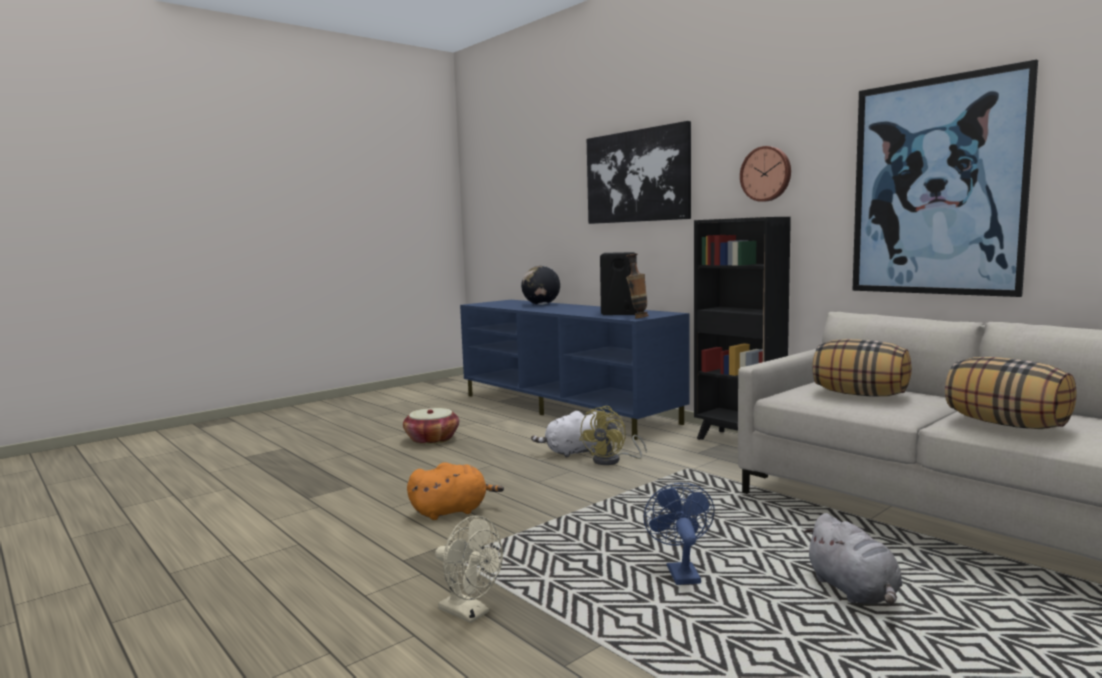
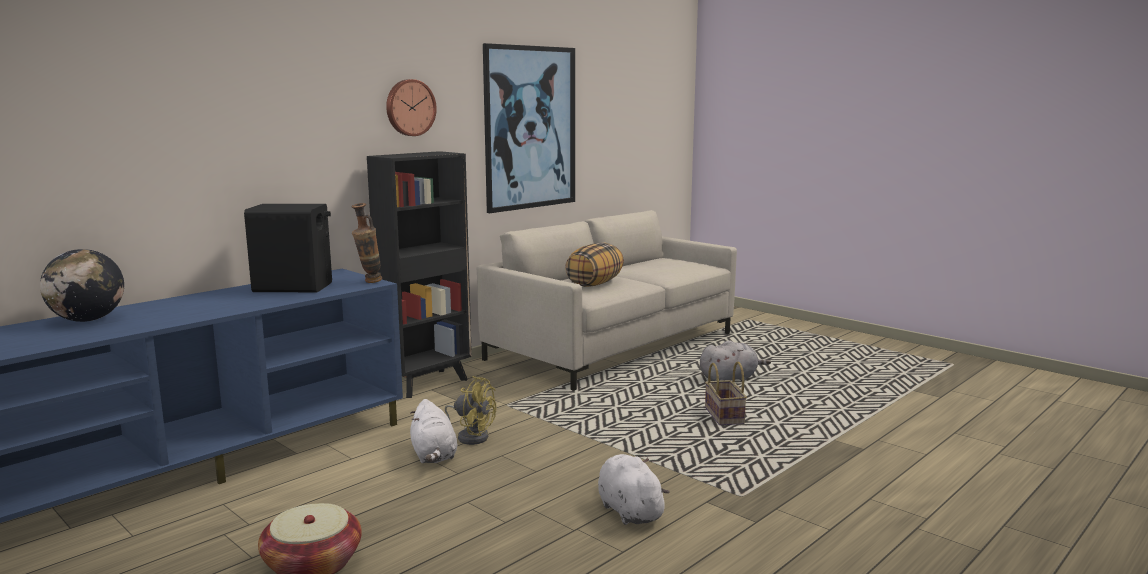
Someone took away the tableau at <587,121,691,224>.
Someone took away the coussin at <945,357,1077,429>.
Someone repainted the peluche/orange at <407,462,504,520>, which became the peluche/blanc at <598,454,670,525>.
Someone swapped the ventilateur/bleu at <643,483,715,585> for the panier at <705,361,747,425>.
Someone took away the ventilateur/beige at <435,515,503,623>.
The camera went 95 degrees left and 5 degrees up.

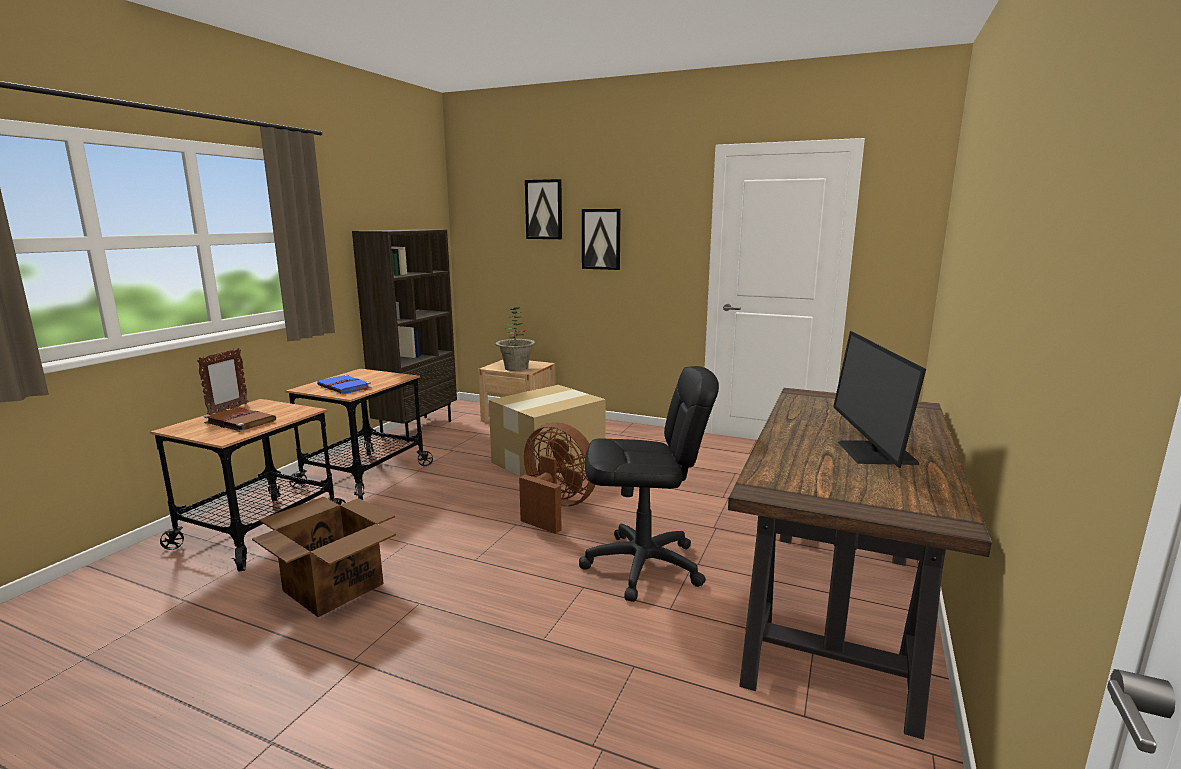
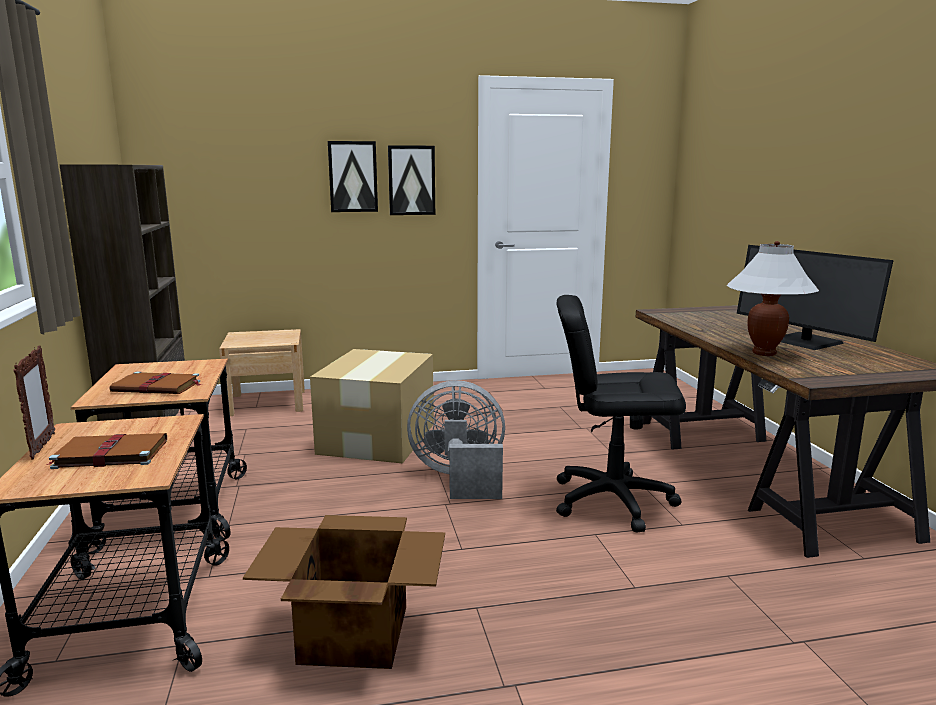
Someone carried the tableau from <525,179,562,239> to <388,145,435,215>.
Someone took away the plante en pot at <496,307,536,371>.
Someone rotated the chaise de bureau/noir at <579,366,719,602> by 135 degrees counterclockwise.
Someone repainted the livre/bleu at <317,375,371,394>, which became the livre/marron at <110,371,201,394>.
Someone repainted the ventilateur/marron at <519,423,596,534>, which became the ventilateur/gris at <407,380,505,499>.
Someone put down the lampe de table/blanc at <727,241,819,356>.
The camera went 35 degrees left and 0 degrees up.

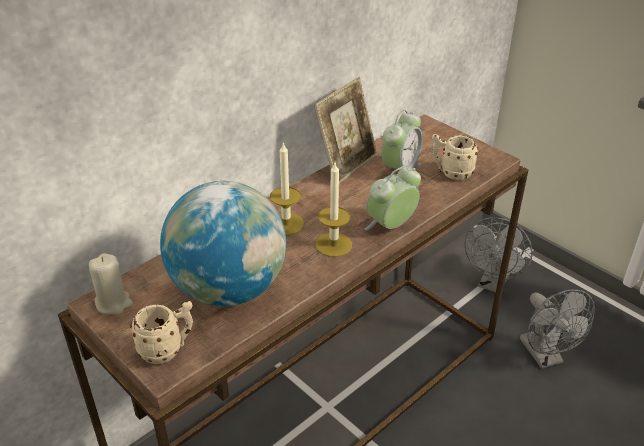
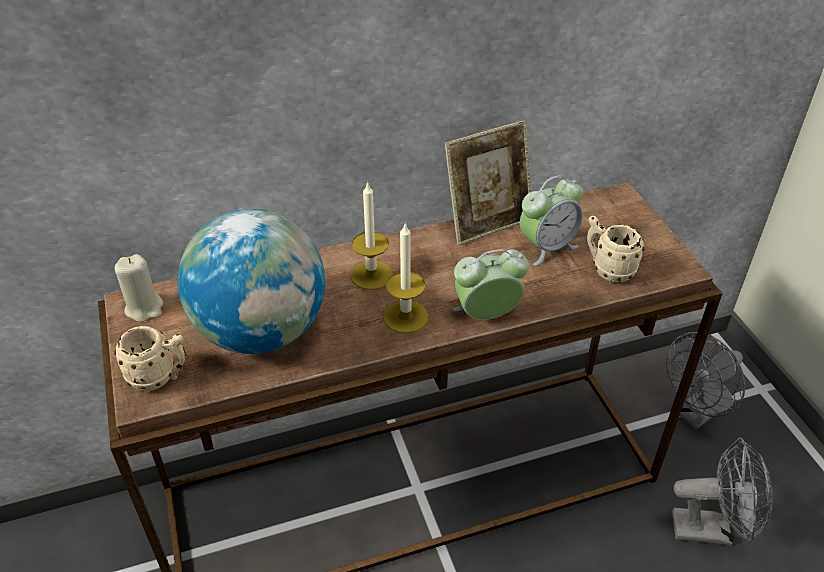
Someone rotated the ventilateur/gris at <520,290,595,369> by 90 degrees counterclockwise.
The camera went 25 degrees right and 5 degrees up.

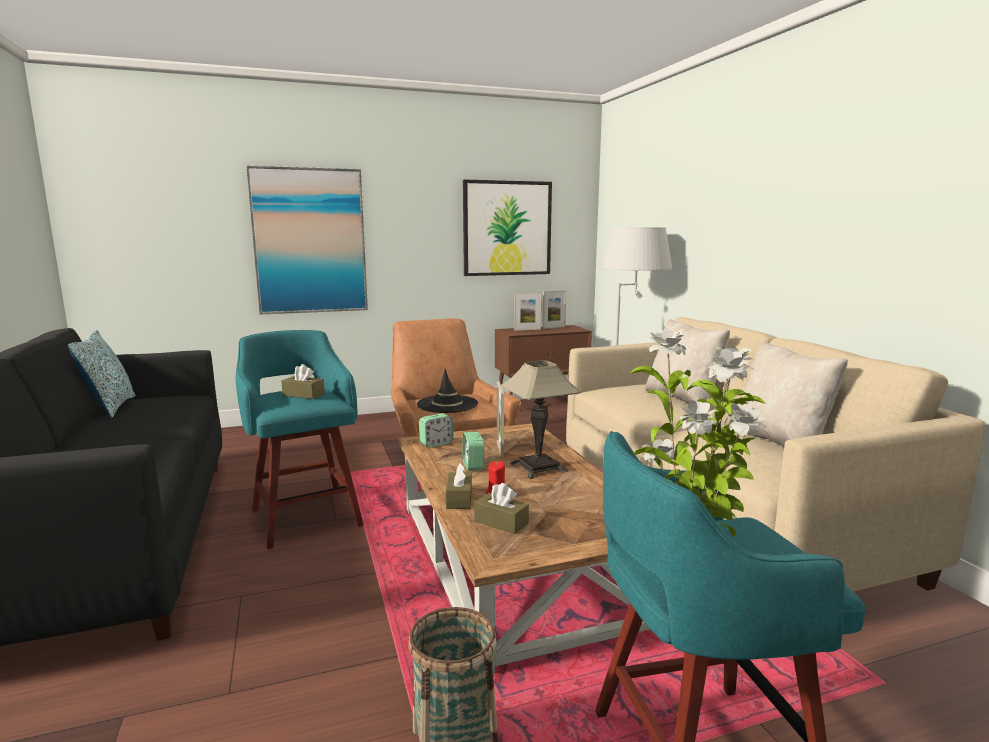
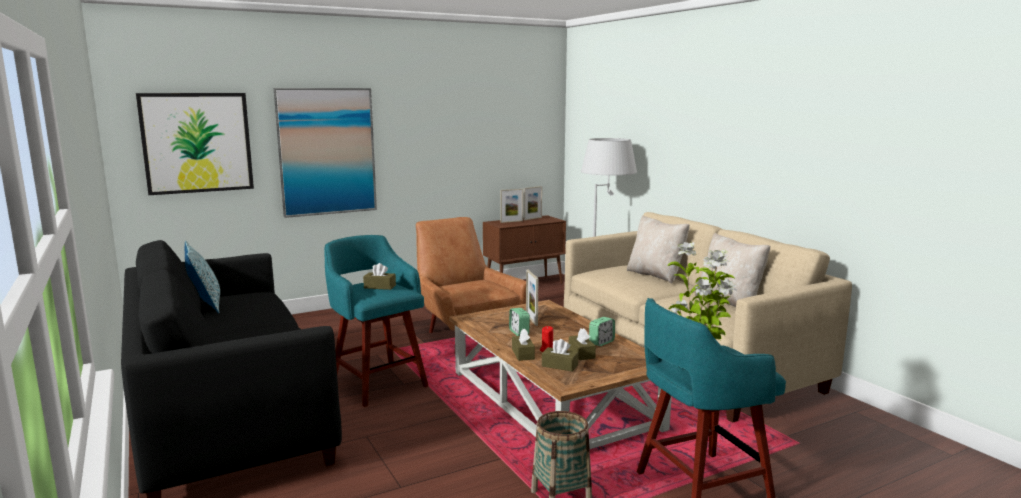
Someone carried the tableau from <463,180,552,276> to <136,93,254,195>.
Someone took away the lampe de table at <500,360,581,479>.
Someone took away the chapeau/noir at <417,369,478,413>.
Someone carried the réveil from <419,413,453,447> to <589,317,615,346>.
Someone put down the boîte à mouchoirs/marron at <569,328,596,360>.
The camera went 10 degrees left and 0 degrees up.

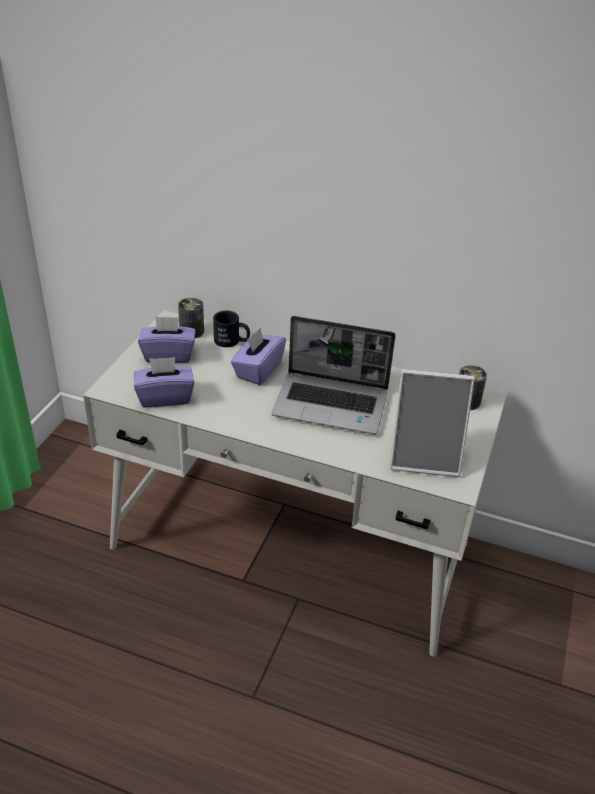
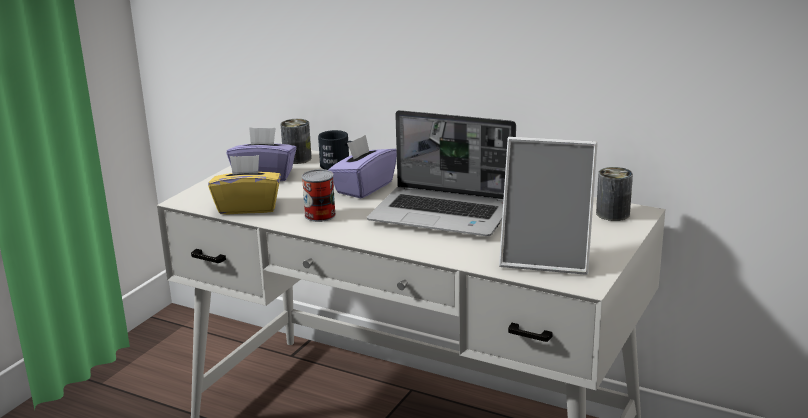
Someone repainted the boîte à mouchoirs/violet at <134,357,194,408>, which became the boîte à mouchoirs/jaune at <208,155,281,214>.
Someone put down the boîte métallique at <302,169,336,222>.
The camera went 10 degrees right and 15 degrees down.

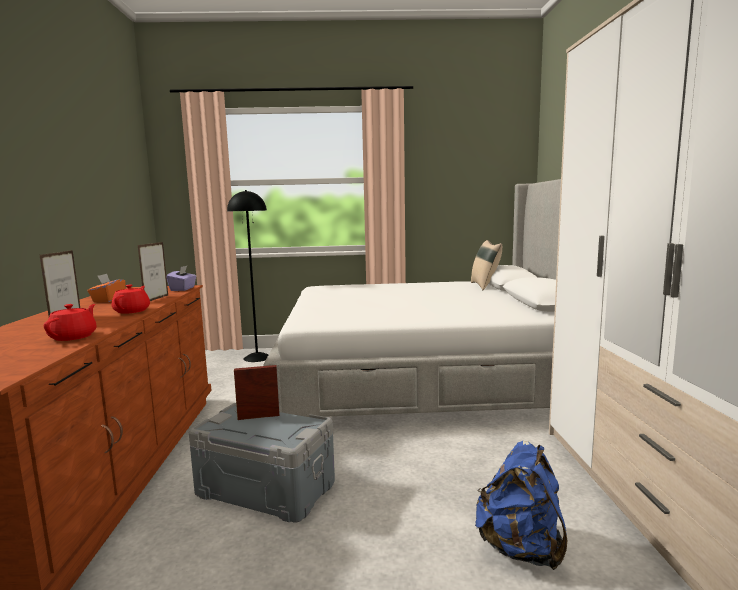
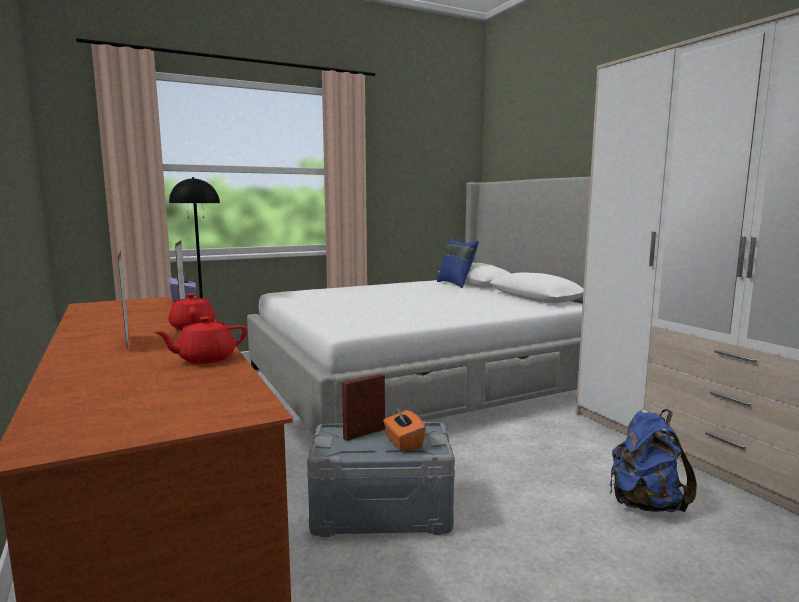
Someone repainted the coussin/beige at <471,240,502,290>, which became the coussin/bleu at <437,238,479,288>.
Someone carried the boîte à mouchoirs/orange from <87,274,126,302> to <383,408,426,451>.
Someone rotated the théière/rouge at <44,304,97,341> by 105 degrees counterclockwise.
The camera went 25 degrees left and 0 degrees up.

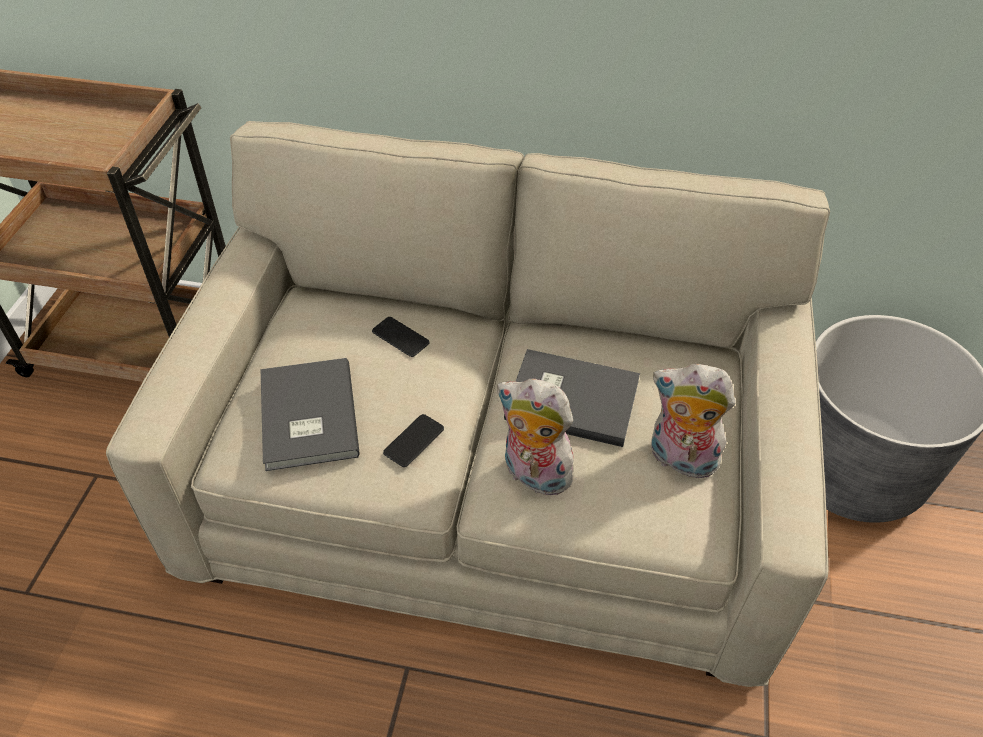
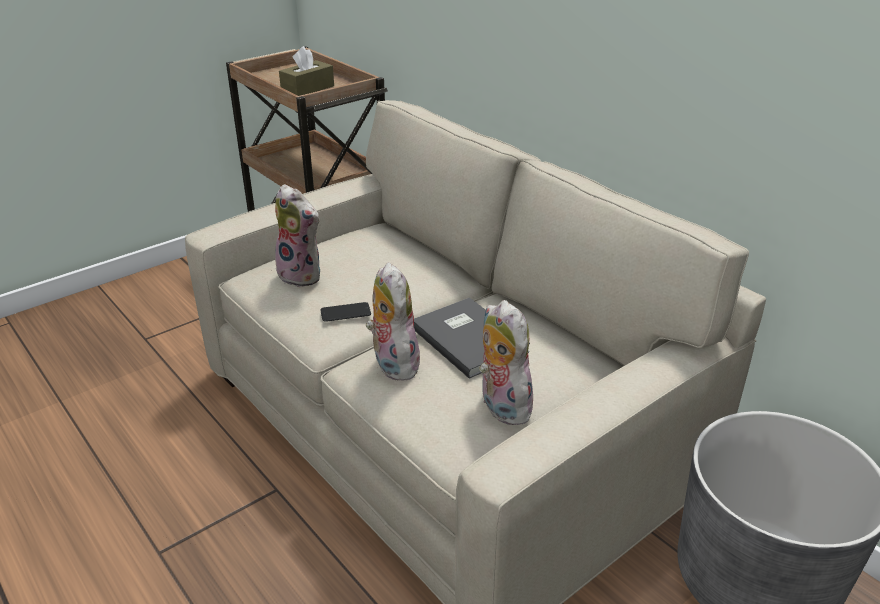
Someone took away the téléphone at <372,317,430,357>.
Someone swapped the livre/gris at <260,358,360,471> for the peluche at <275,184,321,287>.
Someone put down the boîte à mouchoirs/marron at <279,46,334,96>.
The camera went 40 degrees right and 15 degrees down.

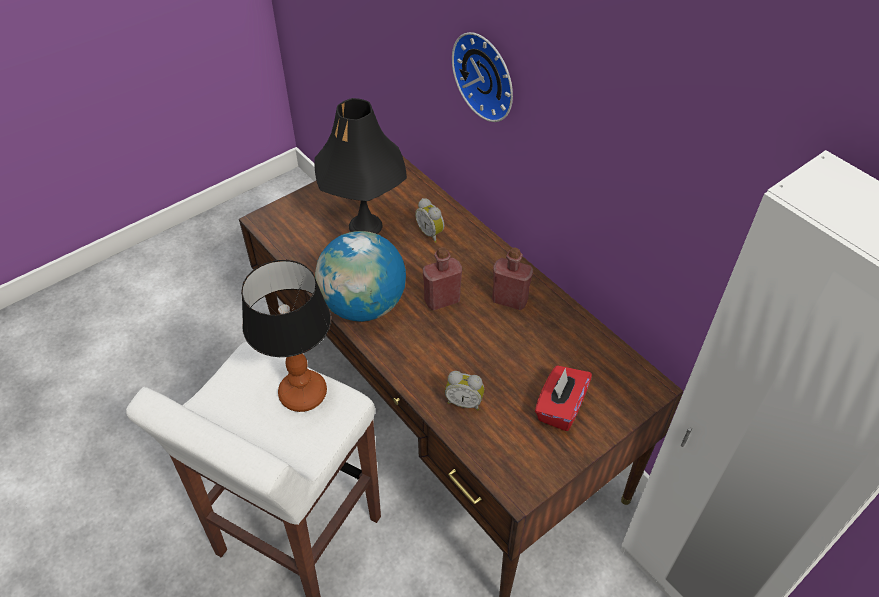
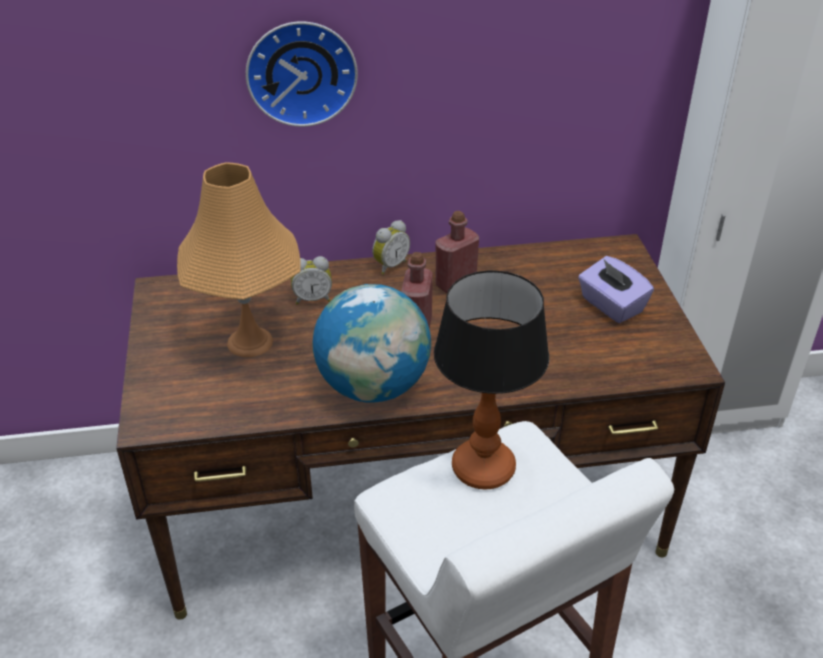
Someone repainted the lampe de table/noir at <314,98,407,234>, which became the lampe de table/orange at <177,162,301,357>.
Someone repainted the boîte à mouchoirs/rouge at <535,365,592,431>, which became the boîte à mouchoirs/violet at <578,256,654,323>.
Someone carried the réveil from <445,371,484,411> to <372,220,410,275>.
The camera went 60 degrees left and 10 degrees down.

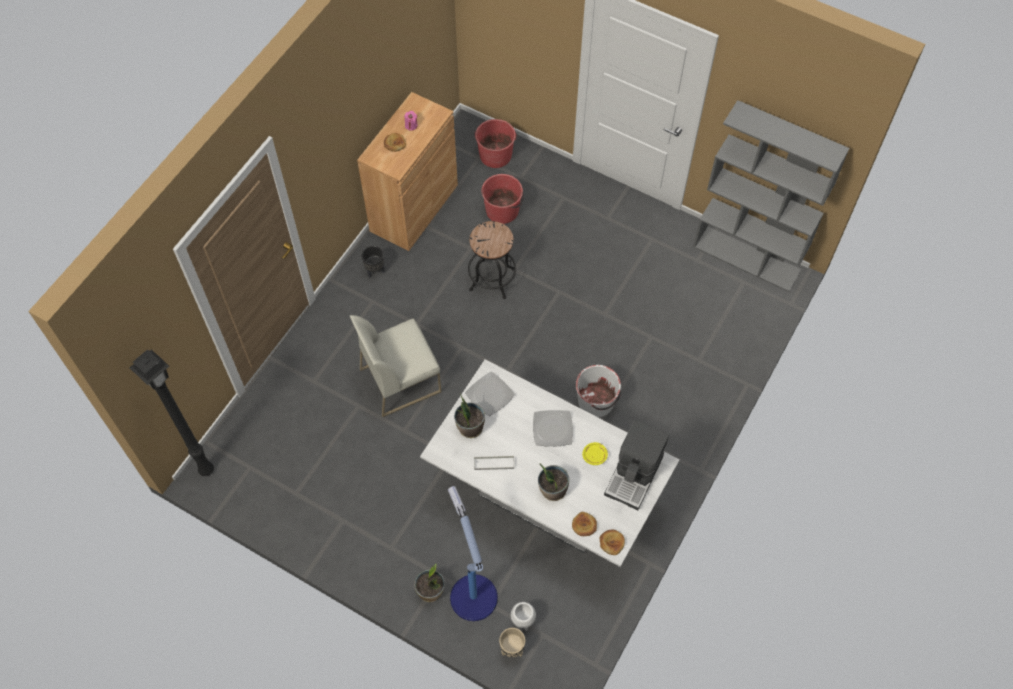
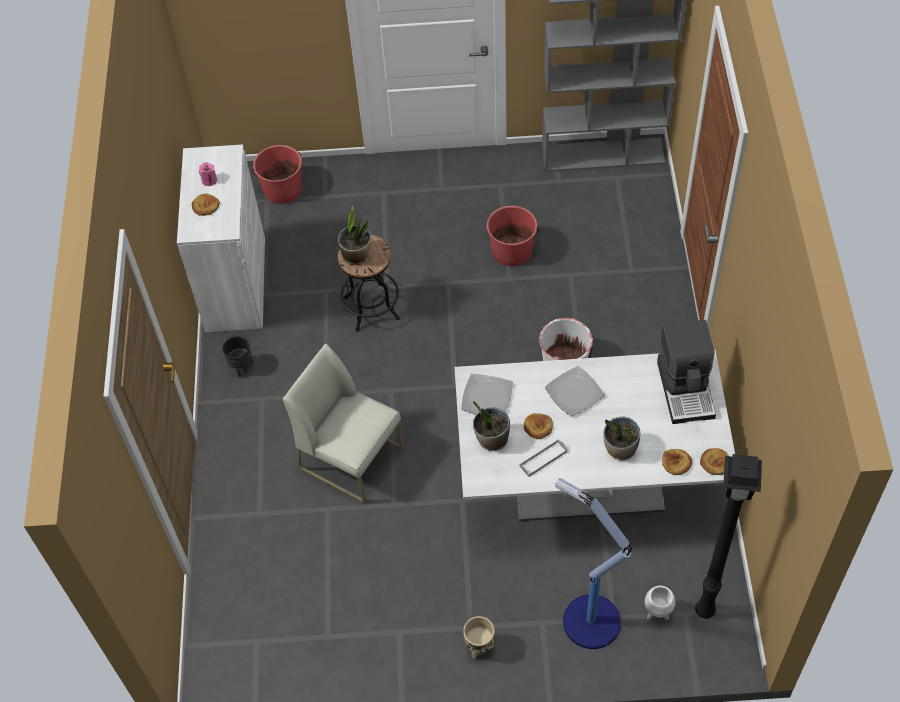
Someone repainted the meuble de rangement/marron at <357,92,458,251>, which became the meuble de rangement/blanc at <177,144,265,332>.
Someone carried the seau/rouge from <481,174,524,224> to <487,206,540,266>.
Someone rotated the chaise/blanc at <350,315,442,417> by 90 degrees clockwise.
Someone carried the lampadaire/noir from <130,349,214,476> to <695,454,762,619>.
Someone took away the assiette/jaune at <582,442,608,465>.
Someone carried the plante en pot from <414,564,444,602> to <338,205,371,265>.
Someone carried the cache-pot/beige from <499,628,525,657> to <463,616,495,659>.
Someone put down the pain at <524,413,553,439>.
The camera went 30 degrees left and 5 degrees down.

